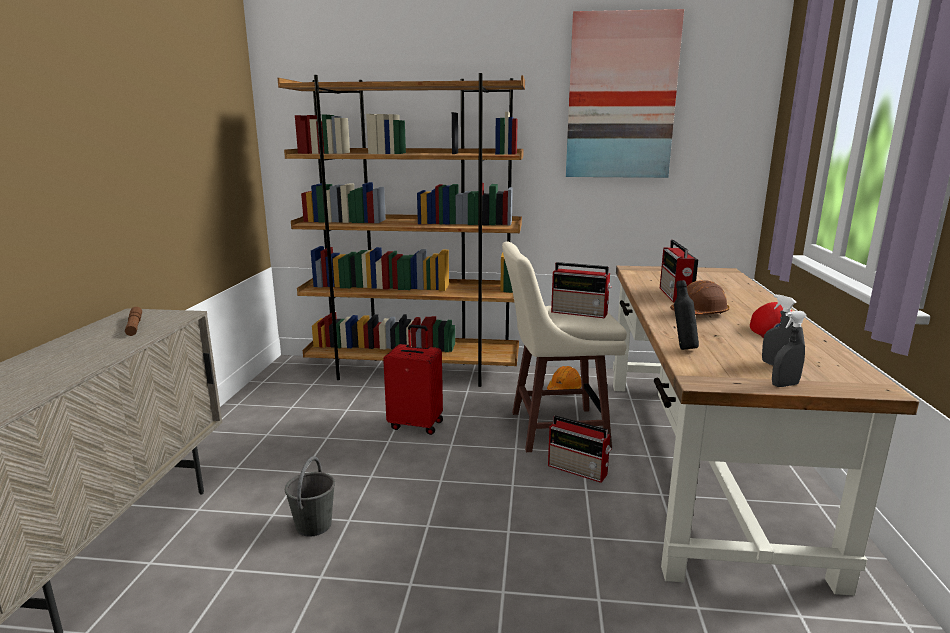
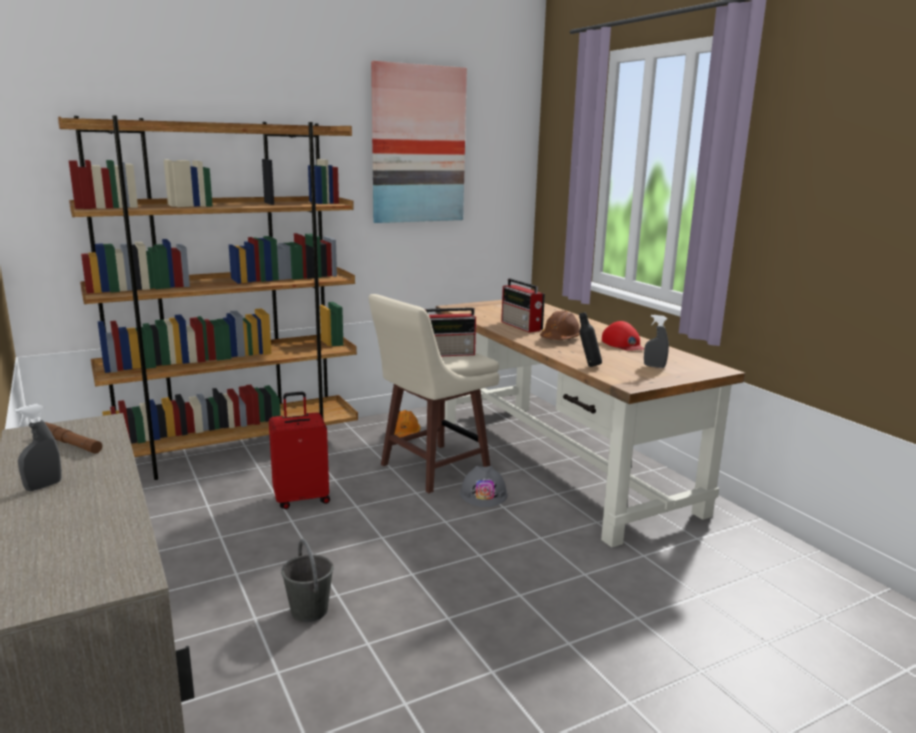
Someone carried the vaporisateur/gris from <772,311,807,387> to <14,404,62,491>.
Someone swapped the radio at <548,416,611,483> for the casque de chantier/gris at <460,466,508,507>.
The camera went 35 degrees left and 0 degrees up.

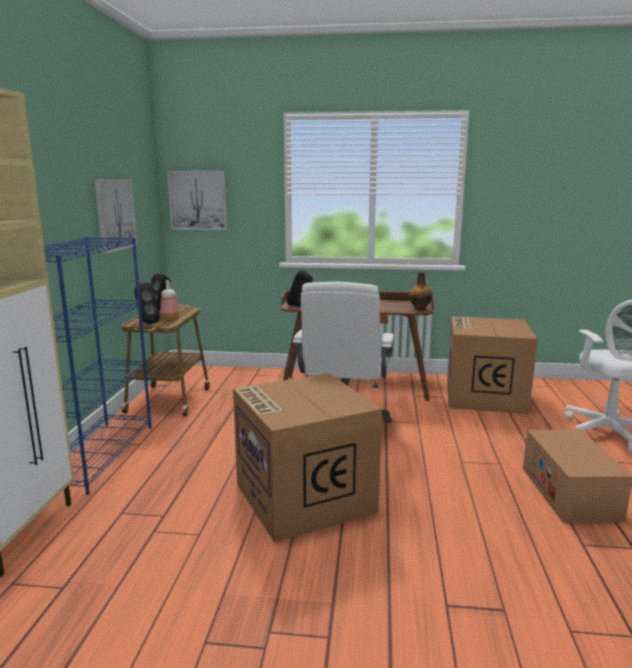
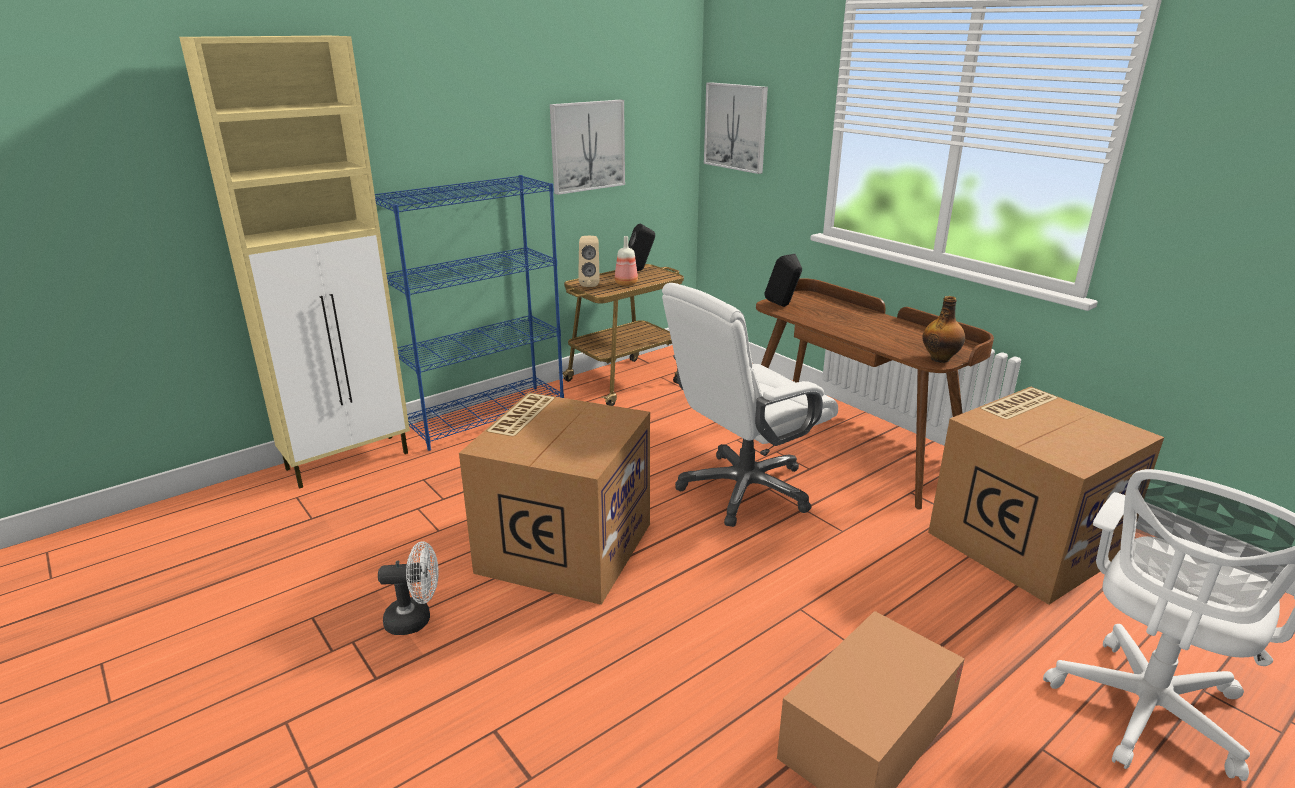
Someone repainted the enceinte/noir at <134,282,160,324>, which became the enceinte/beige at <578,236,600,287>.
Someone put down the ventilateur/blanc at <378,541,439,635>.
The camera went 45 degrees right and 10 degrees up.

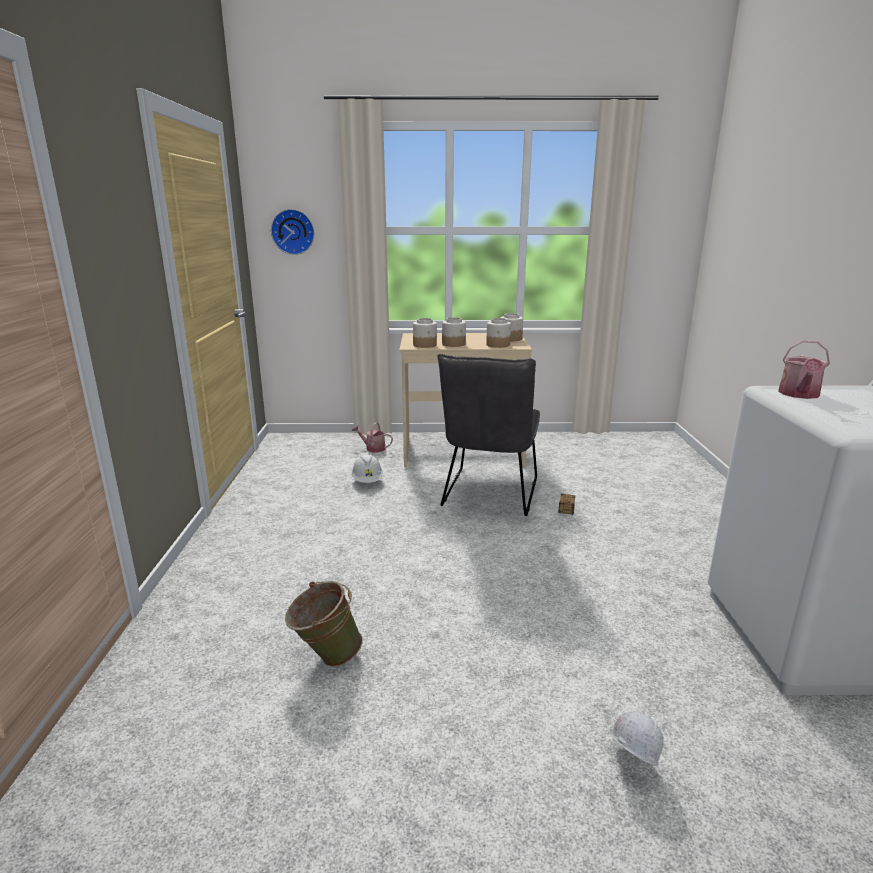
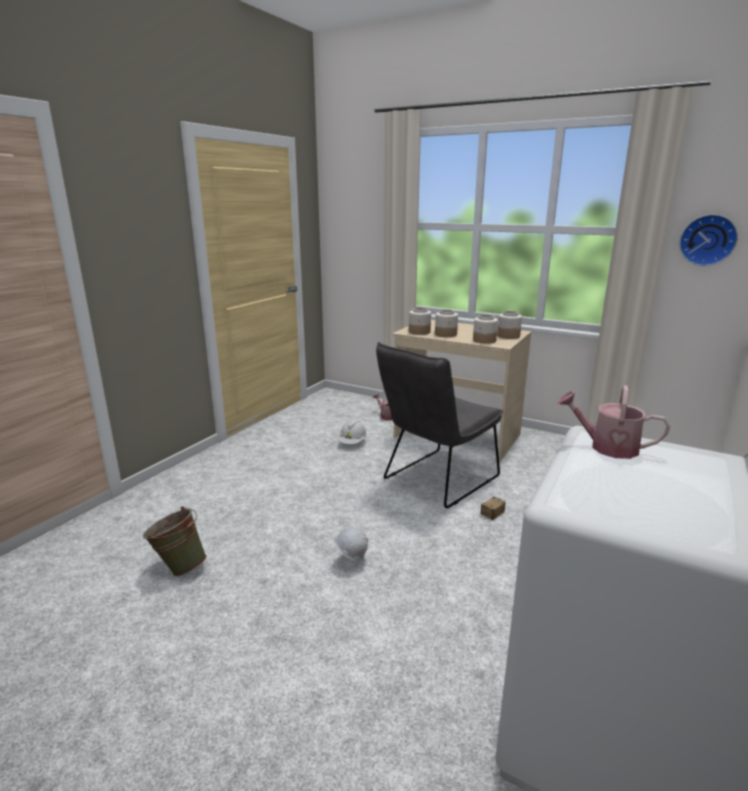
Someone carried the horloge murale from <271,209,315,255> to <679,214,738,266>.
Someone rotated the arrosoir at <778,340,830,399> by 60 degrees clockwise.
Someone carried the casque de chantier/blanc from <608,711,664,766> to <334,528,368,561>.
The camera went 30 degrees right and 0 degrees up.

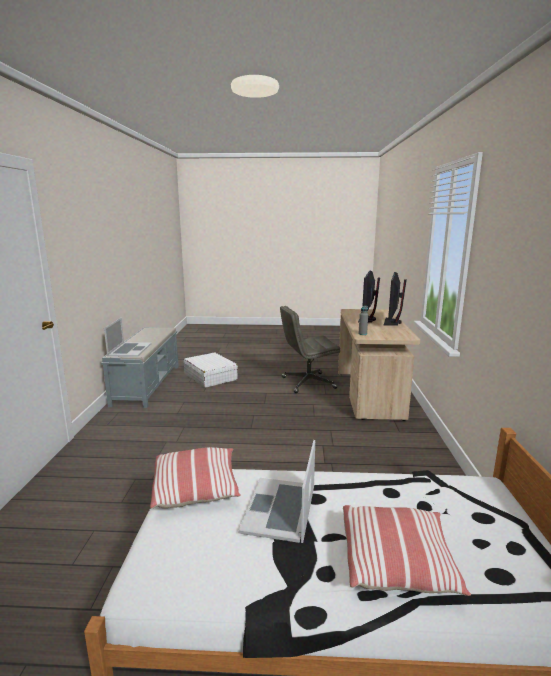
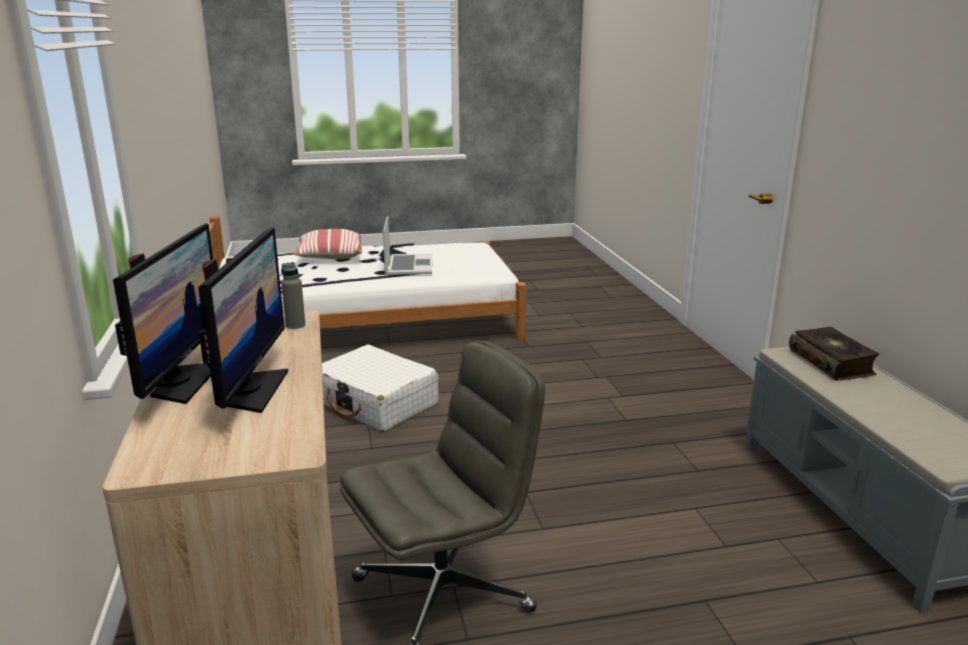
Someone swapped the ordinateur portable at <104,318,151,357> for the livre at <789,327,879,381>.
Someone carried the valise/blanc from <184,352,238,388> to <322,345,439,432>.
Someone took away the coussin at <150,447,241,509>.
The camera went 165 degrees right and 5 degrees up.

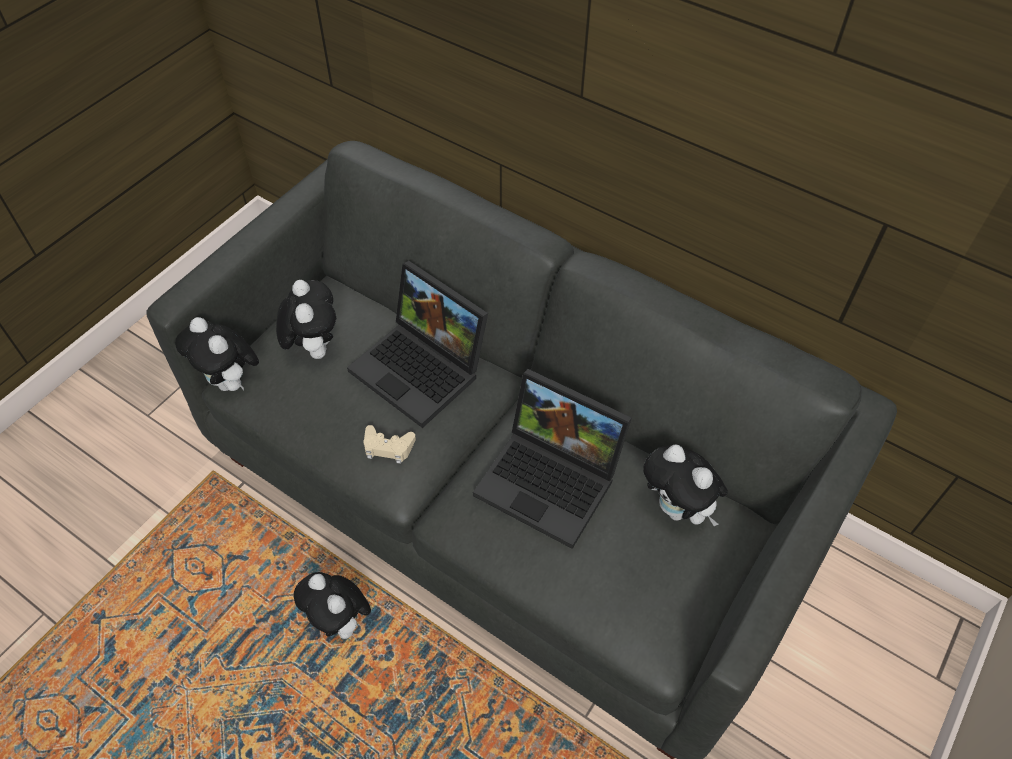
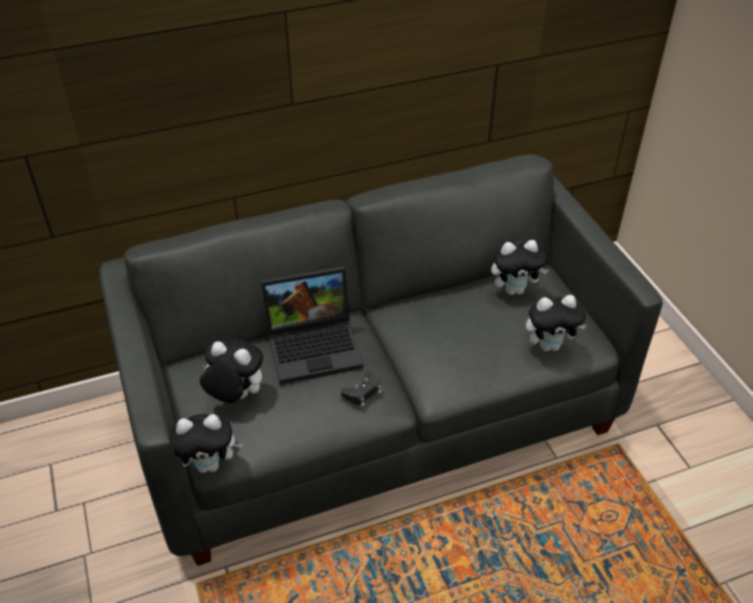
Someone took away the ordinateur portable at <473,369,632,549>.
Someone repainted the manette/beige at <363,425,416,464>, which became the manette/noir at <341,370,382,407>.
Someone carried the peluche from <293,572,371,641> to <526,295,587,351>.
The camera went 55 degrees left and 10 degrees down.

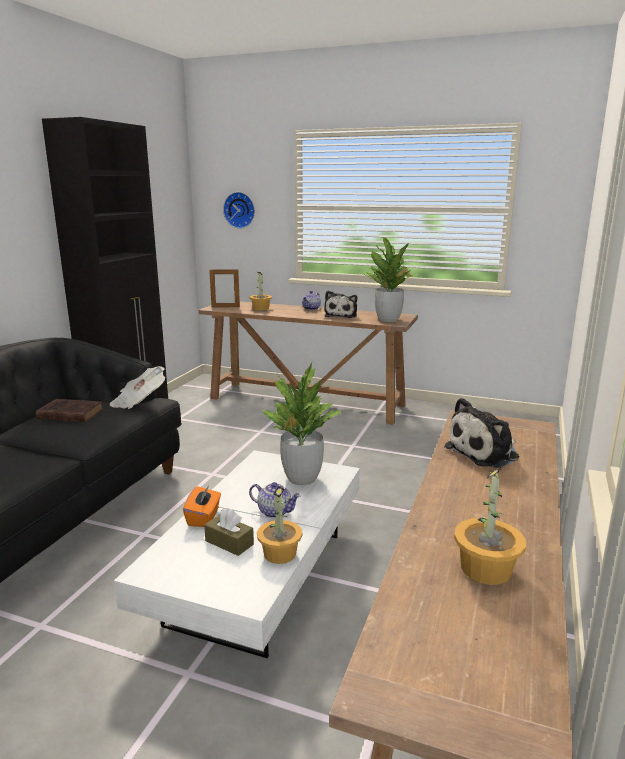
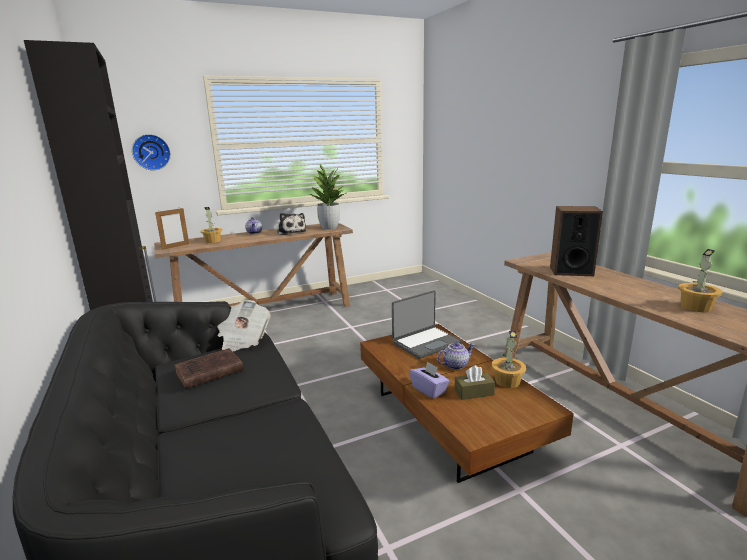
Someone swapped the plante en pot at <263,363,342,485> for the ordinateur portable at <392,290,462,359>.
Someone swapped the peluche at <444,398,519,468> for the enceinte at <550,206,603,276>.
Someone repainted the table basse/blanc at <114,450,360,658>, which became the table basse/marron at <360,324,574,483>.
Someone repainted the boîte à mouchoirs/orange at <183,484,221,527>, which became the boîte à mouchoirs/violet at <409,361,450,399>.
The camera went 45 degrees left and 0 degrees up.

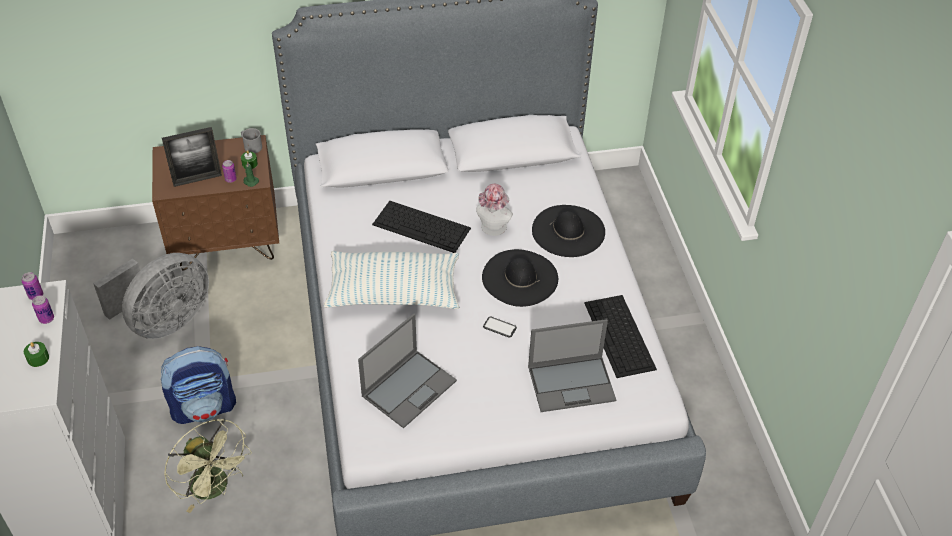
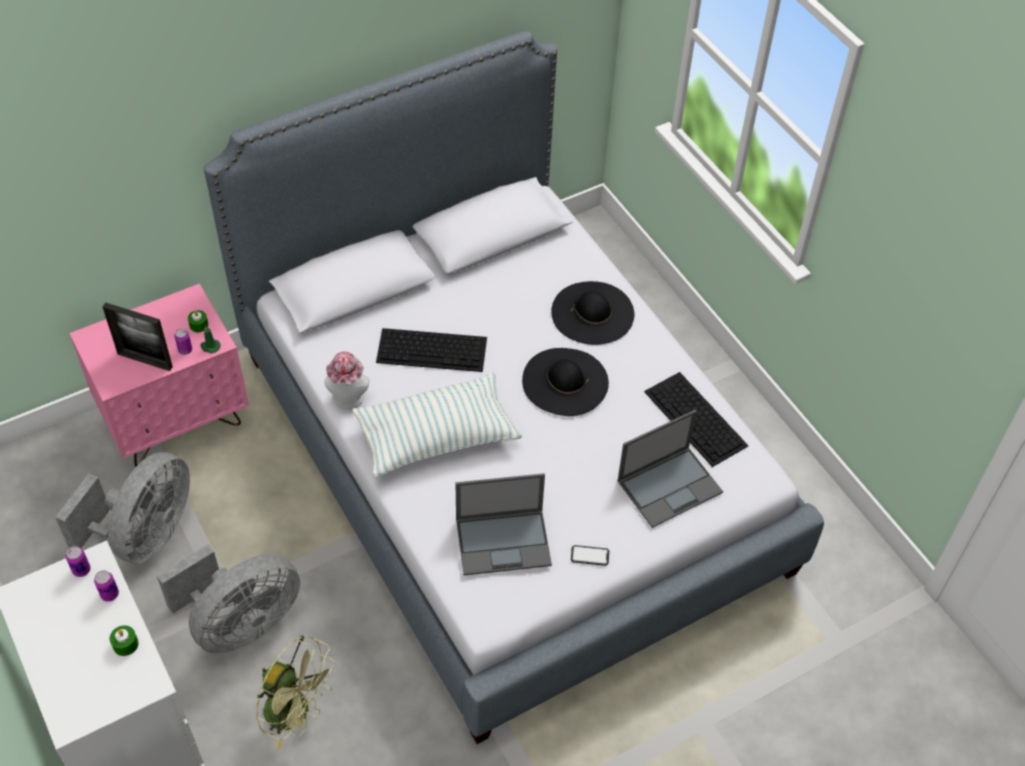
Someone rotated the cadre photo at <162,127,222,187> by 60 degrees clockwise.
Someone took away the mug/gris at <241,128,262,153>.
Someone repainted the table de chevet/marron at <152,135,279,271>, which became the table de chevet/rose at <69,284,249,467>.
Someone carried the chapeau from <476,184,513,236> to <324,351,369,409>.
Someone rotated the ordinateur portable at <358,314,457,429> by 60 degrees clockwise.
Someone carried the téléphone from <483,317,517,338> to <571,545,609,566>.
Someone swapped the sac à dos at <160,346,236,424> for the ventilateur/gris at <157,544,300,654>.
The camera went 20 degrees left and 5 degrees up.

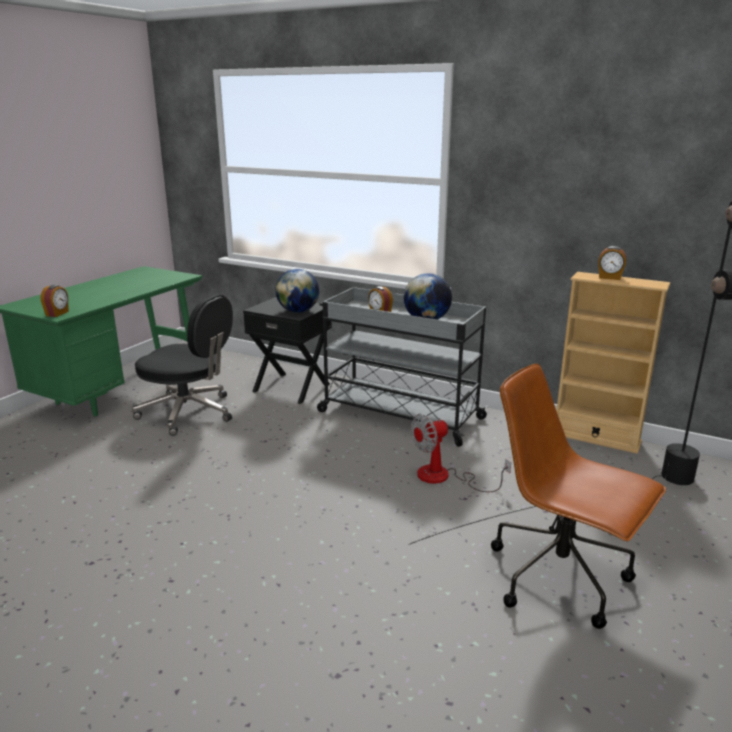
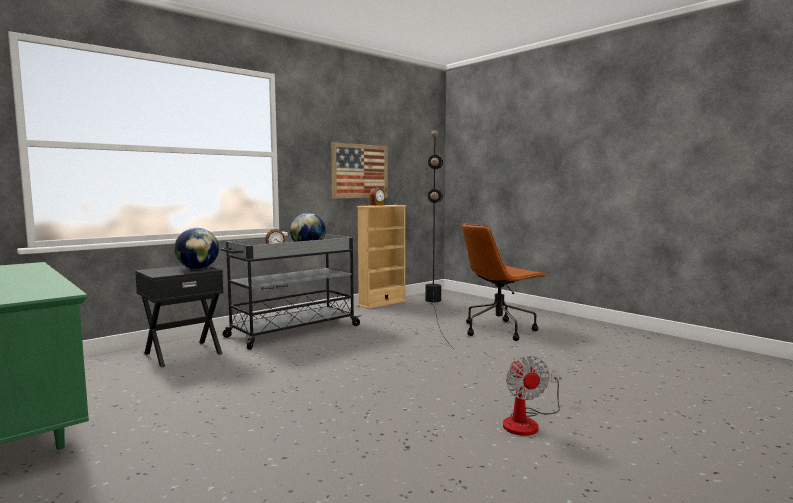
Someone took away the réveil at <41,285,69,317>.
Someone took away the chaise de bureau/noir at <132,294,233,436>.
Someone carried the ventilateur from <411,414,511,492> to <503,356,560,436>.
Someone put up the tableau at <331,142,388,199>.
The camera went 70 degrees left and 15 degrees down.

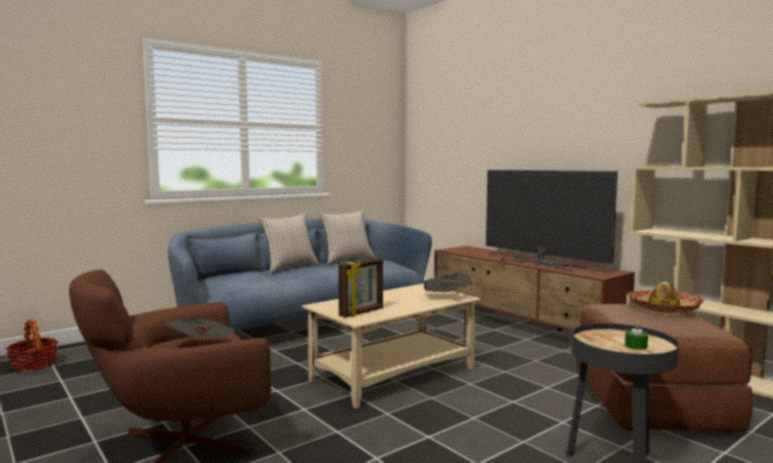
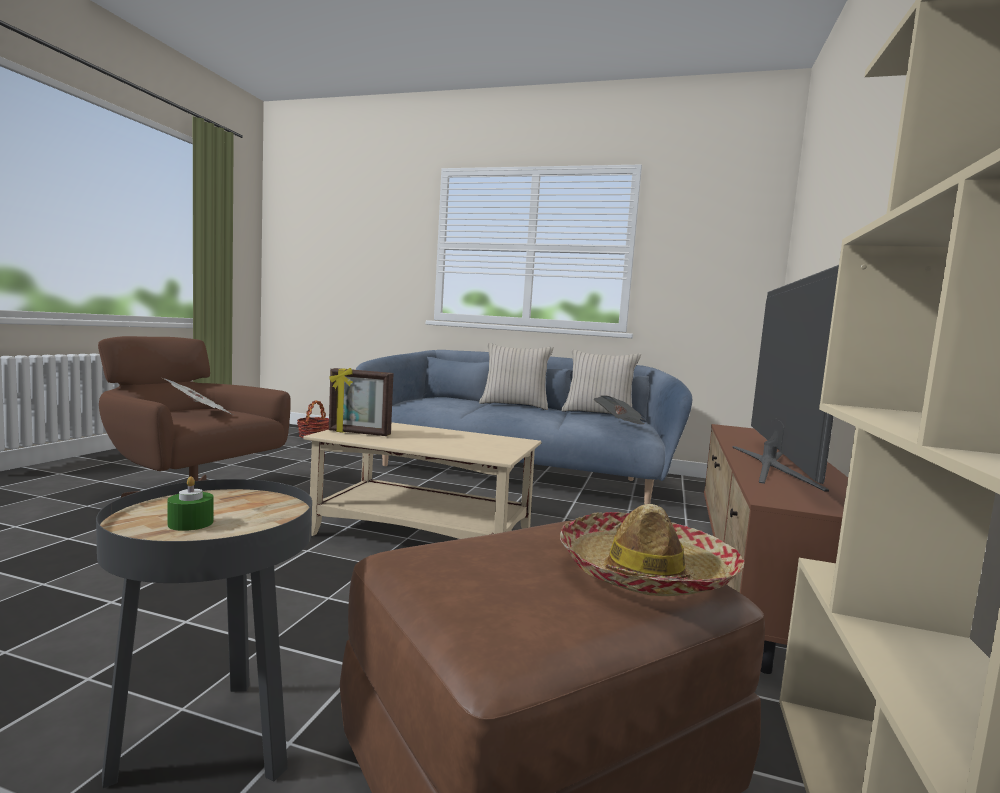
Someone carried the journal from <423,274,472,292> to <594,395,644,424>.
The camera went 55 degrees right and 0 degrees up.

